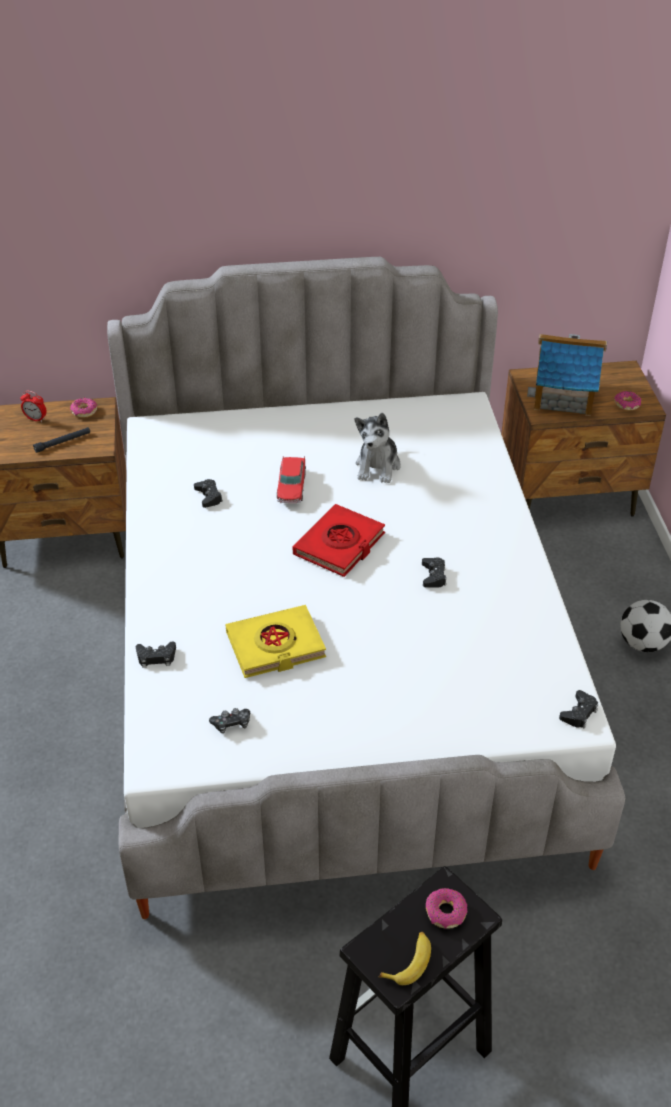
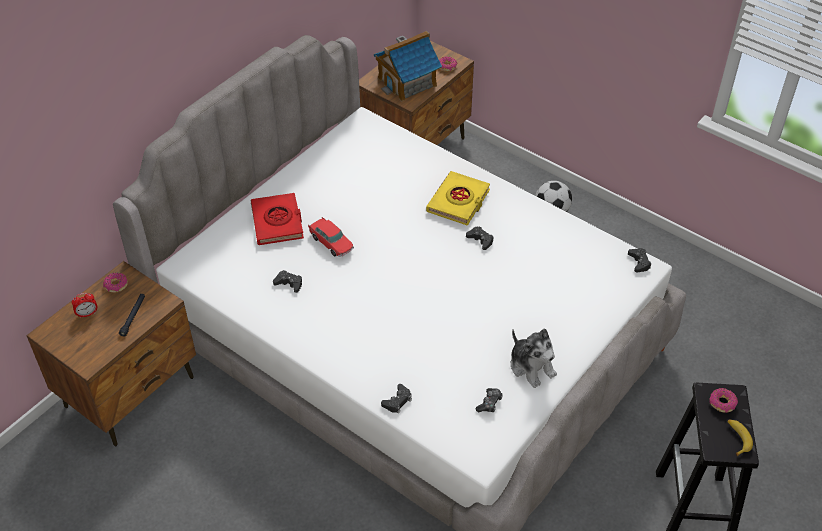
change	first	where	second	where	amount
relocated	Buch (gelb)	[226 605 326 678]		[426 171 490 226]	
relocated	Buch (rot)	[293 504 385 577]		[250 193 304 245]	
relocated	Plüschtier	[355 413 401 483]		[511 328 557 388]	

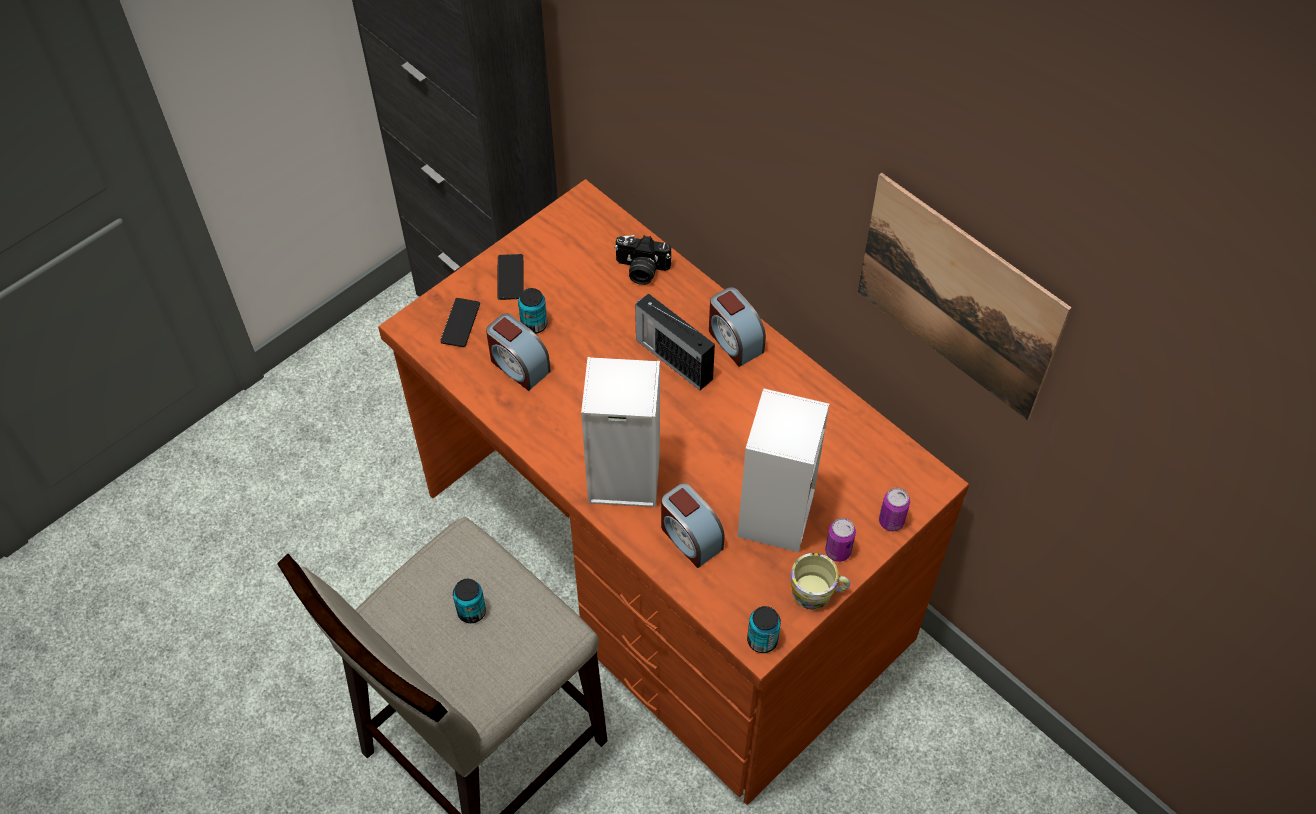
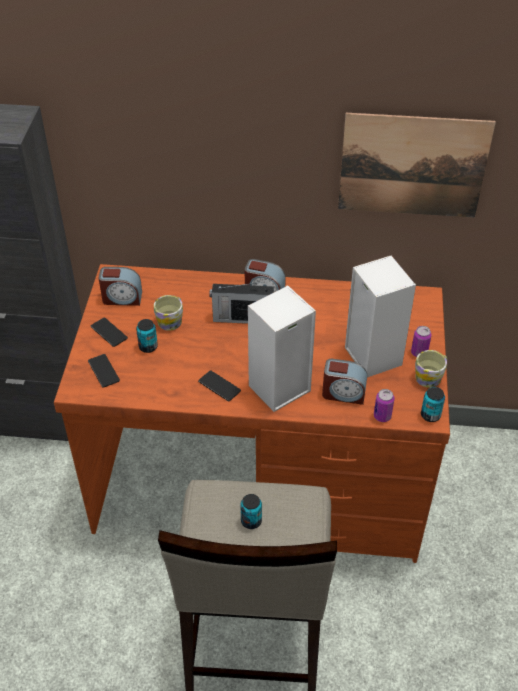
change	first	where	second	where	amount
missing	Kamera	[614 235 671 285]			
appeared			Henkelbecher	[154 295 183 331]	
appeared			Handy	[198 370 241 401]	
relocated	Wecker	[486 314 551 391]		[99 267 142 306]	
relocated	Dose	[879 488 910 531]		[374 389 395 422]	

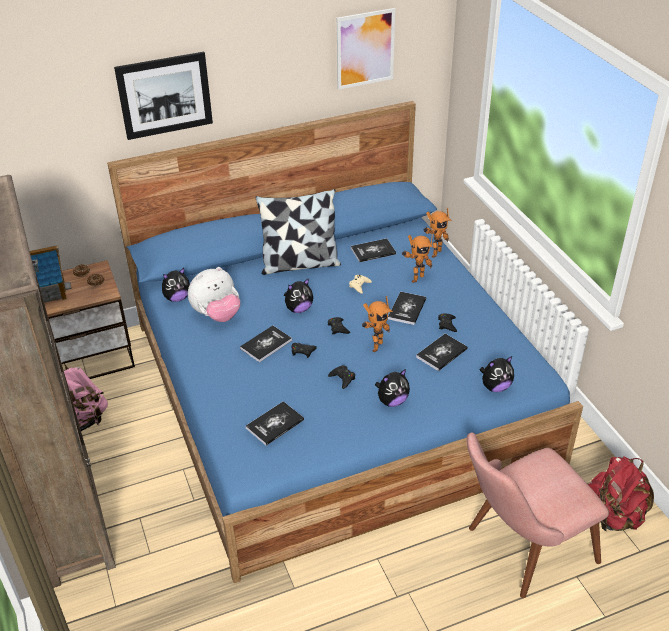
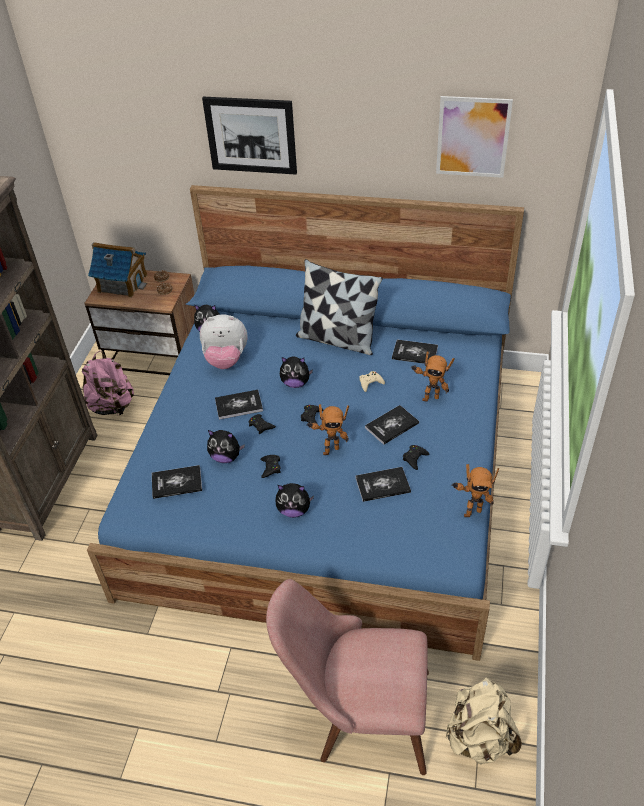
change	first	where	second	where	amount
relocated	Spielzeugroboter	[424 208 452 258]		[451 464 499 517]	
relocated	Plüschtier	[480 356 514 392]		[207 430 245 463]	
colour	Rucksack (rot)	[588 456 654 532]	Rucksack (beige)	[445 677 522 764]	

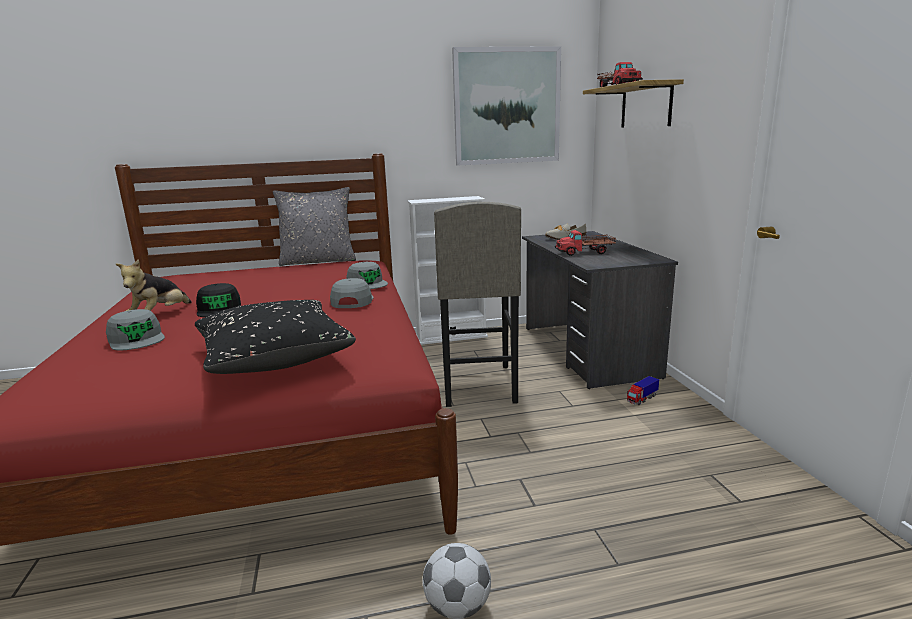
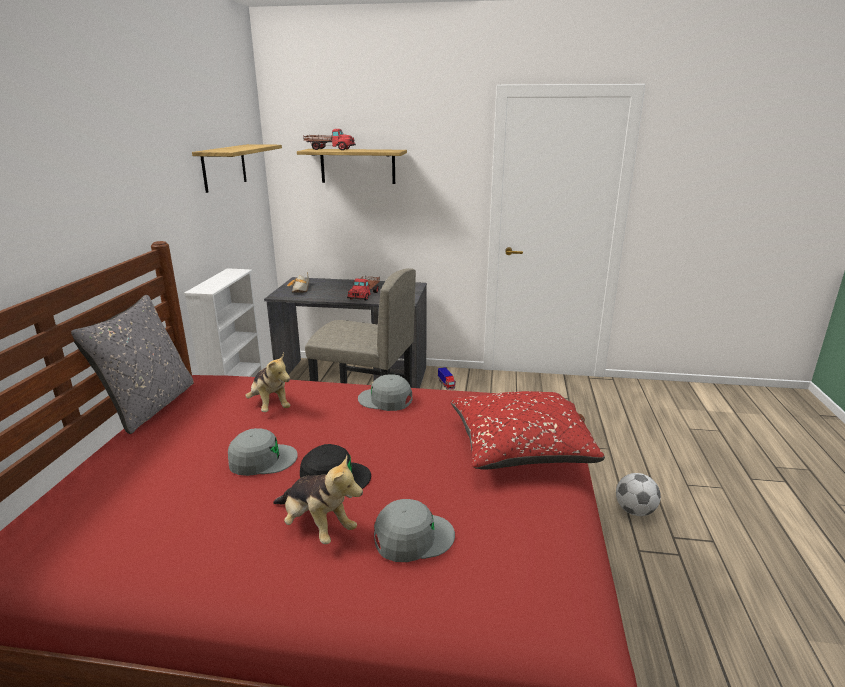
change	first	where	second	where	amount
appeared			Plüschtier	[245 353 290 412]	
relocated	Kappe (grau)	[347 262 388 289]		[228 428 298 476]	
exchanged	Bild	[452 46 561 166]	Wandregal	[192 144 282 193]	
colour	Kissen (schwarz)	[195 300 356 374]	Kissen (rot)	[451 391 605 470]	

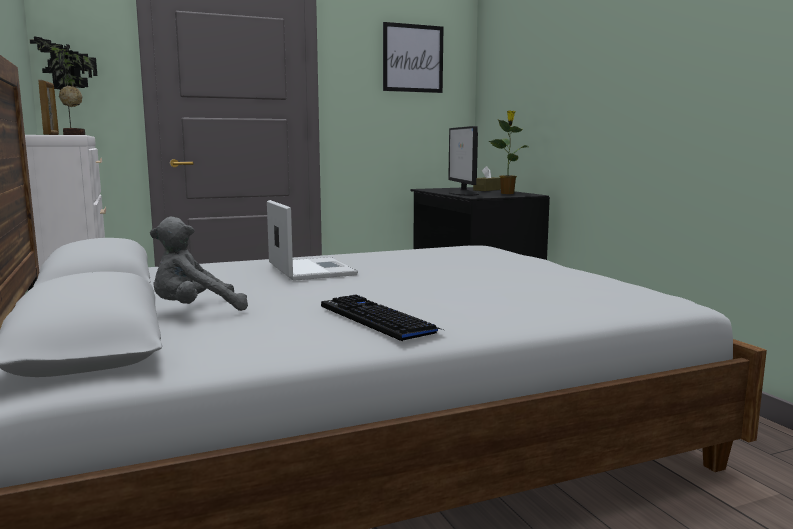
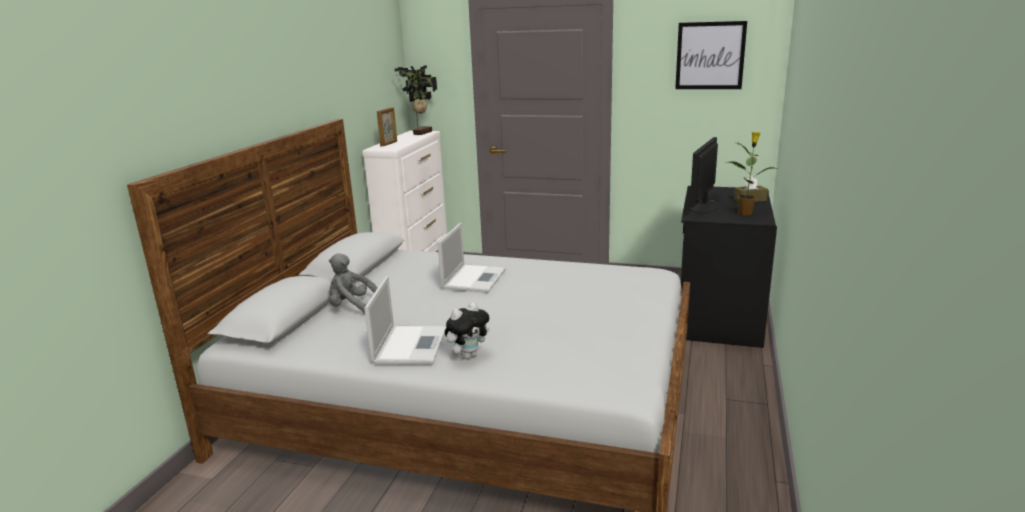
change	first	where	second	where	amount
appeared			Plüschtier	[445 302 490 359]	
exchanged	Tastatur	[321 295 443 342]	Laptop	[364 276 446 365]	

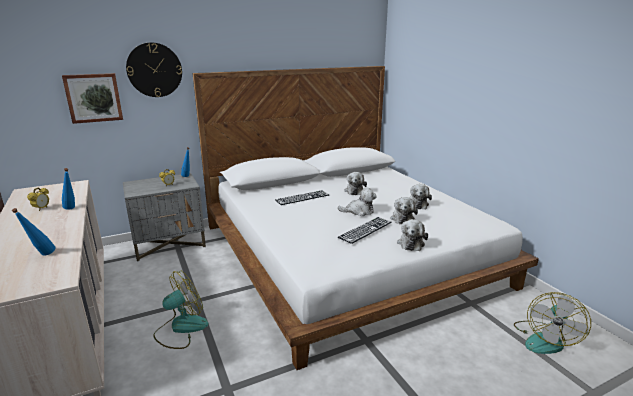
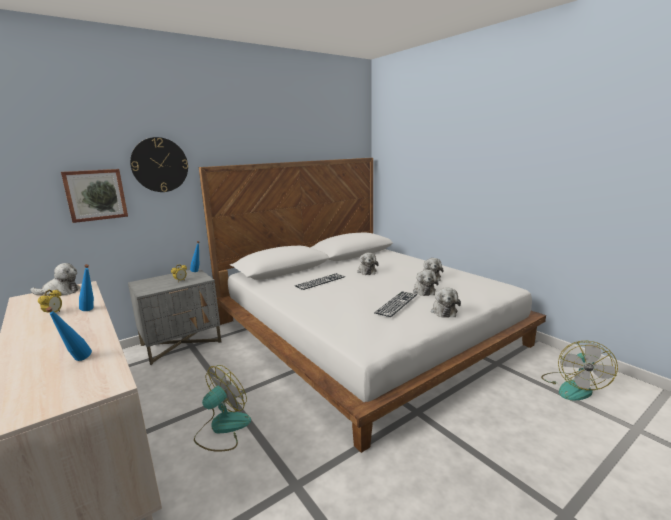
change	first	where	second	where	amount
relocated	Plüschtier	[338 187 377 216]		[30 263 80 296]	

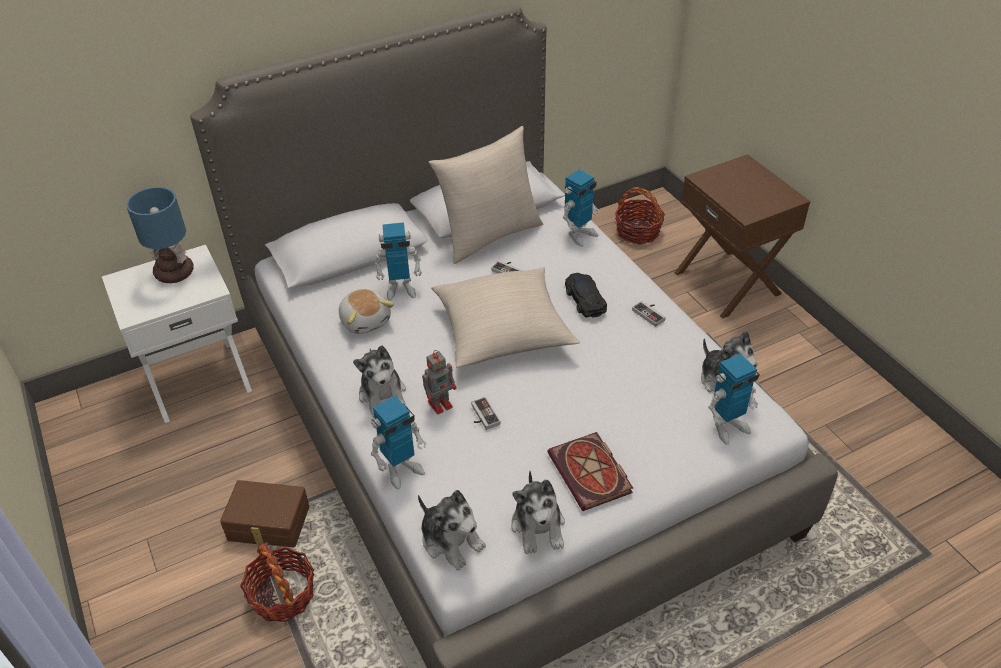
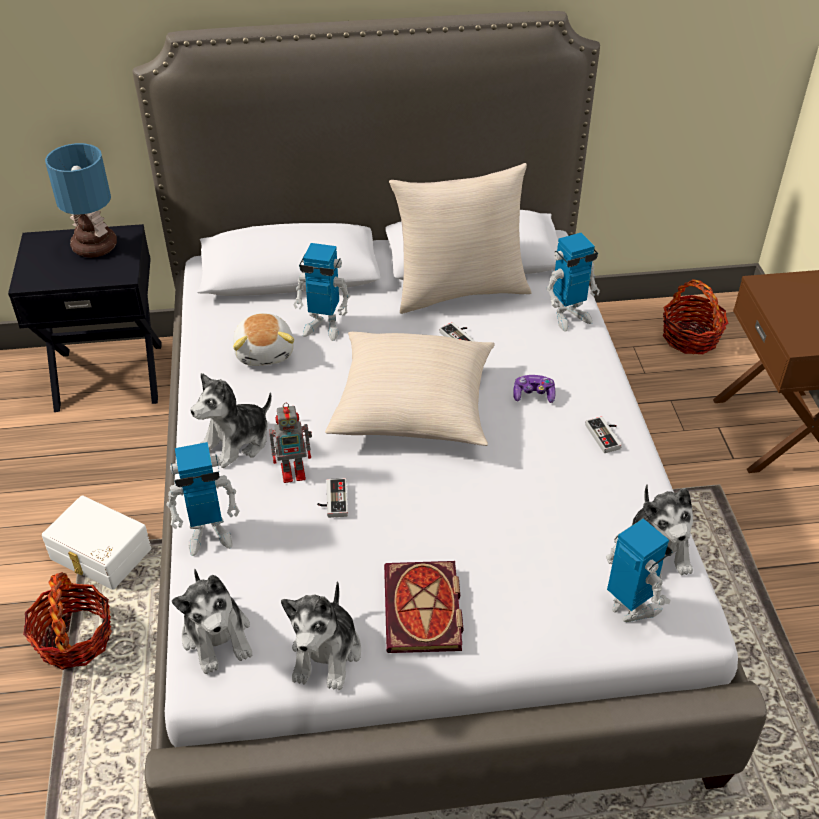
change	first	where	second	where	amount
exchanged	Spielzeugauto (schwarz)	[565 273 607 317]	Gamepad	[513 375 555 403]	
colour	Nachttisch (weiß)	[102 245 252 423]	Nachttisch (schwarz)	[8 224 162 412]	
colour	Aufbewahrungsbox (braun)	[220 480 309 548]	Aufbewahrungsbox (weiß)	[42 495 152 590]	
spun	Plüschtier	[353 345 406 418]		[190 373 272 468]	45 degrees clockwise
spun	Spielzeugroboter	[708 354 760 445]		[606 519 673 622]	120 degrees counterclockwise

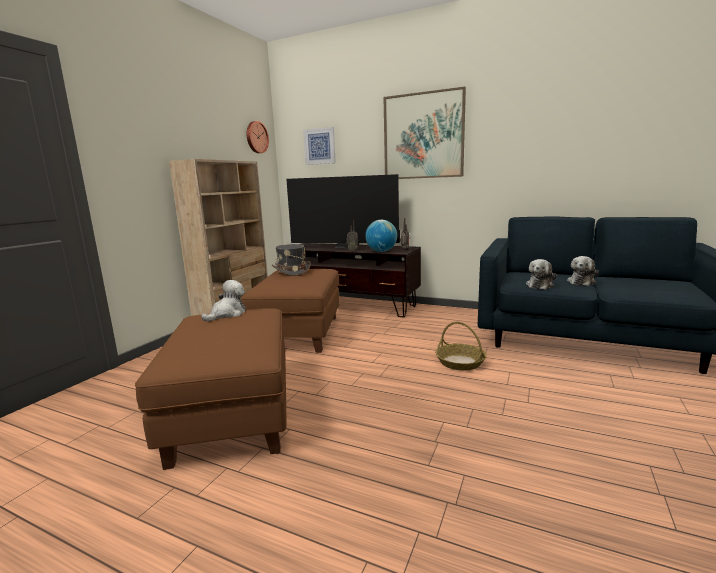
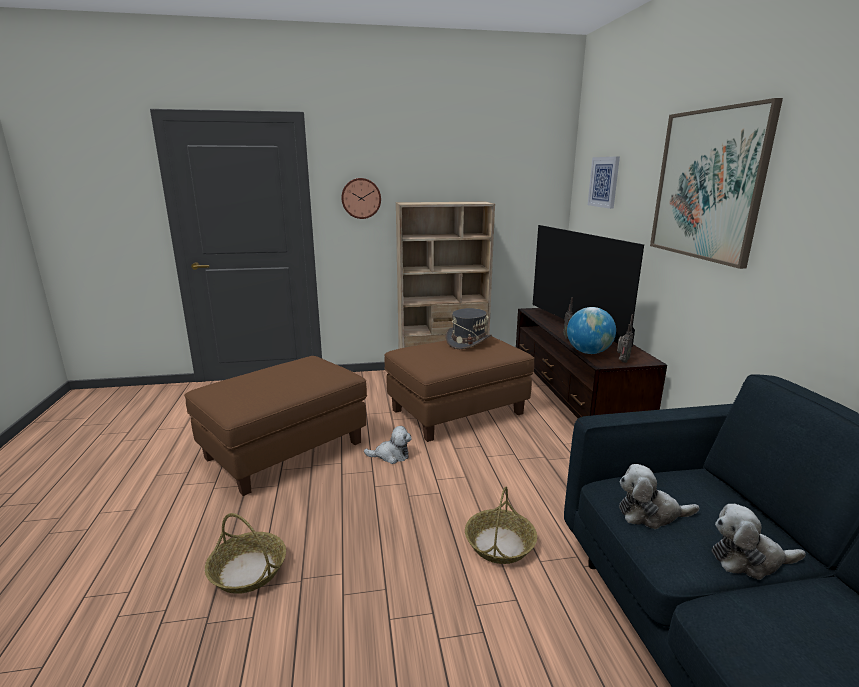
change	first	where	second	where	amount
appeared			Korb	[205 513 286 594]	
relocated	Plüschtier	[201 280 246 321]		[364 426 412 464]	
relocated	Wanduhr	[247 121 269 153]		[341 178 381 219]	

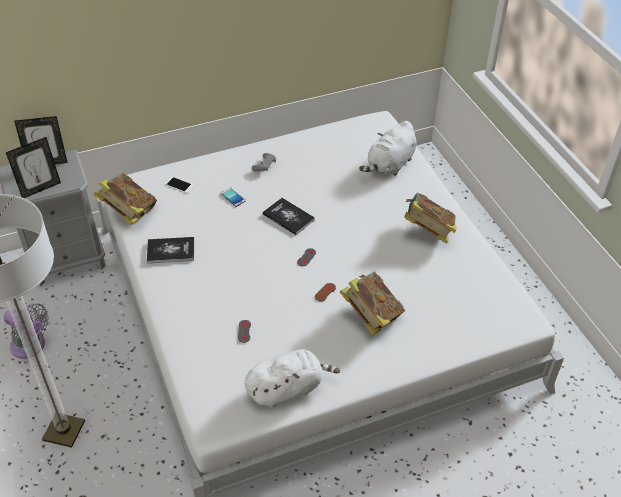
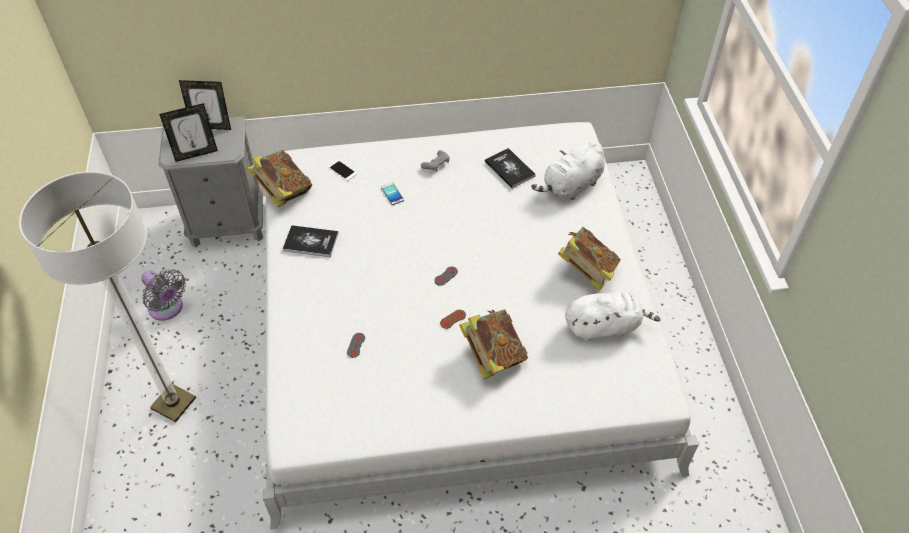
change	first	where	second	where	amount
relocated	Plüschtier (weiß)	[244 349 340 408]		[565 291 661 341]	
relocated	Buch	[263 198 315 235]		[485 148 536 188]	

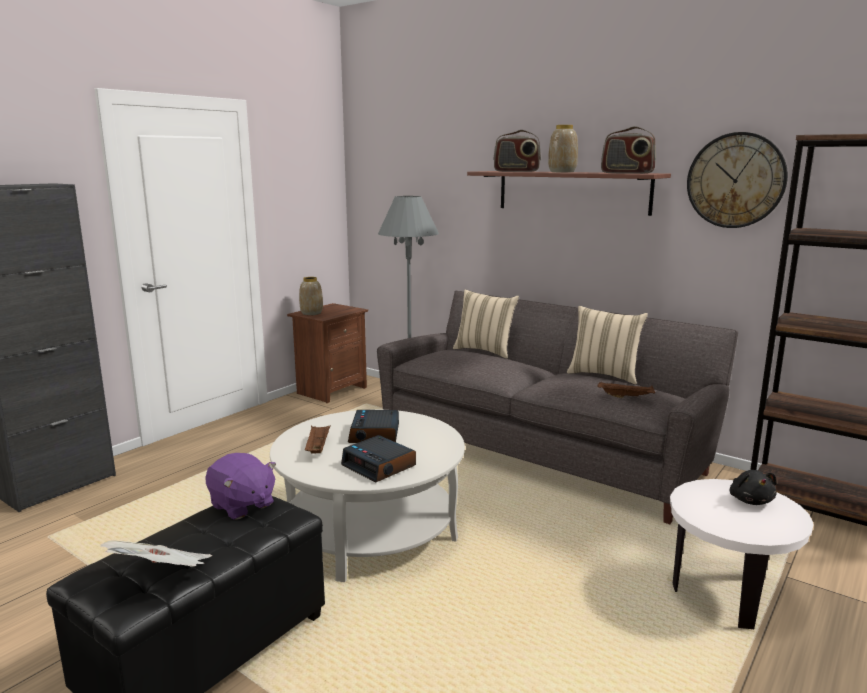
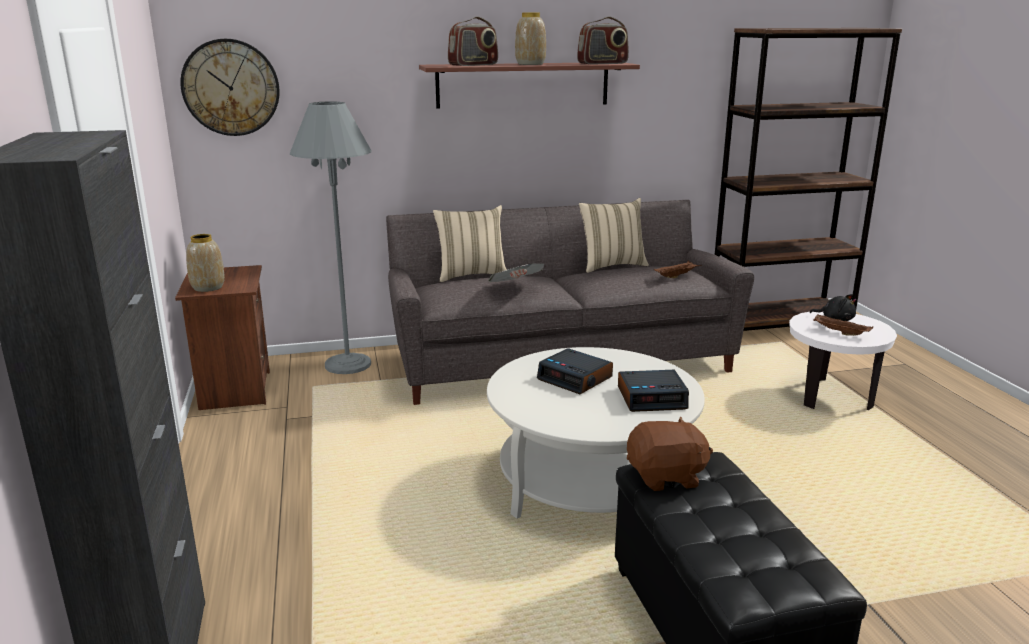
change	first	where	second	where	amount
relocated	Zeitung	[100 540 212 567]		[488 263 545 282]	
relocated	Tablett (braun)	[305 425 331 453]		[813 314 873 336]	
relocated	Wanduhr	[687 132 788 228]		[180 39 280 136]	
colour	Plüschtier (lila)	[205 453 276 520]	Plüschtier (braun)	[627 417 713 491]	

